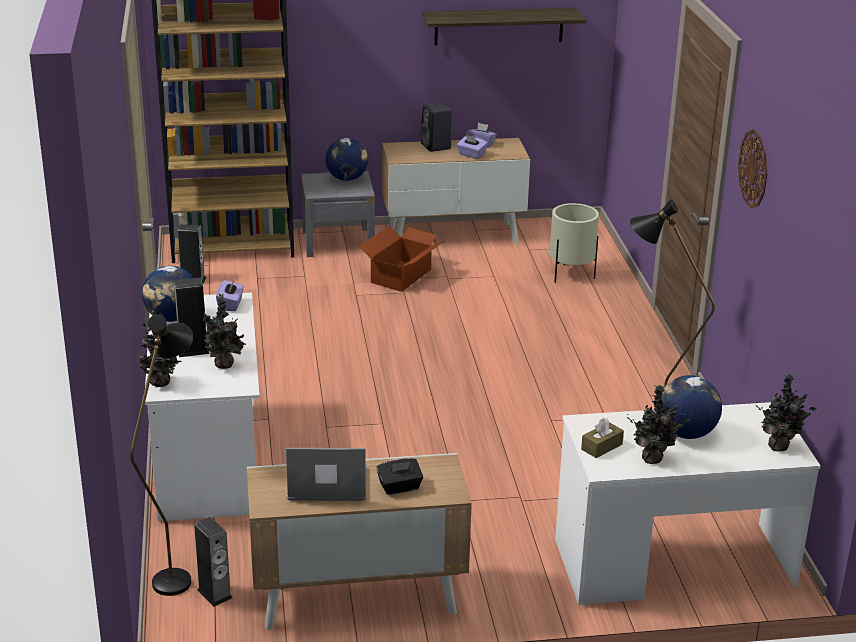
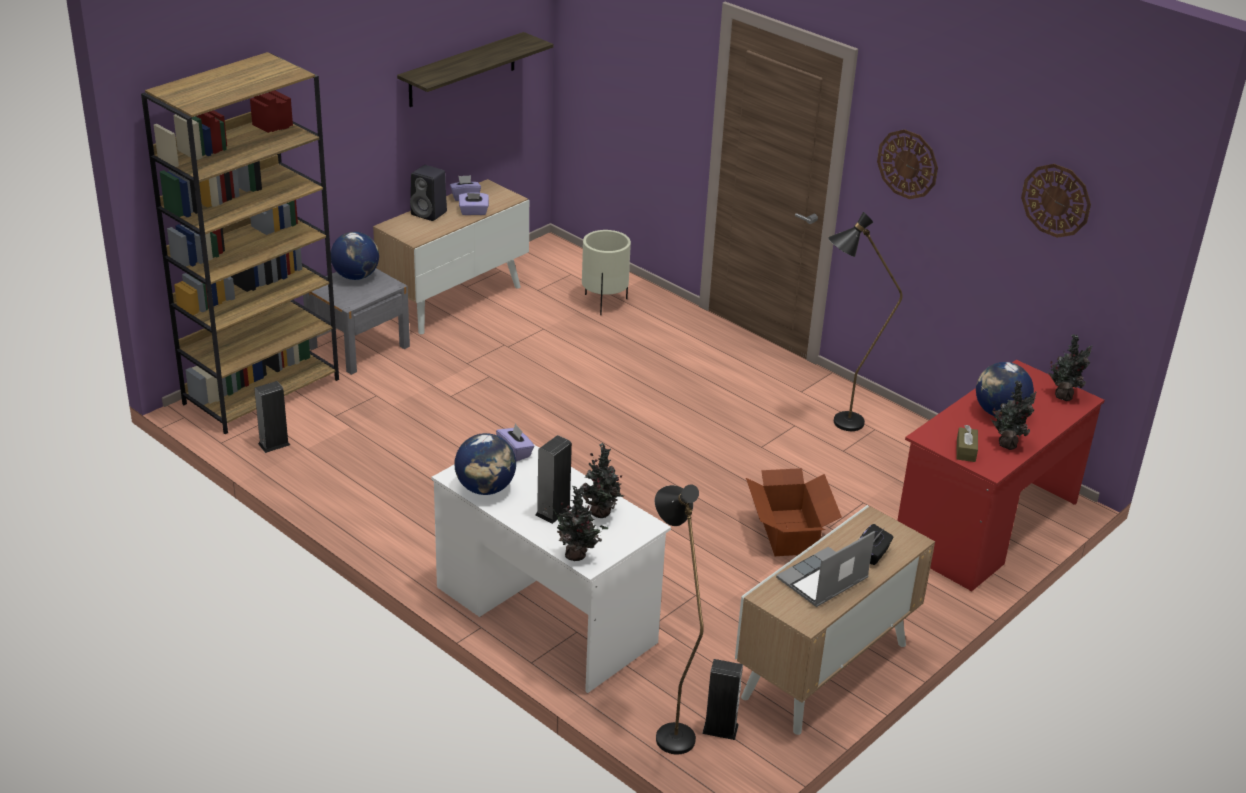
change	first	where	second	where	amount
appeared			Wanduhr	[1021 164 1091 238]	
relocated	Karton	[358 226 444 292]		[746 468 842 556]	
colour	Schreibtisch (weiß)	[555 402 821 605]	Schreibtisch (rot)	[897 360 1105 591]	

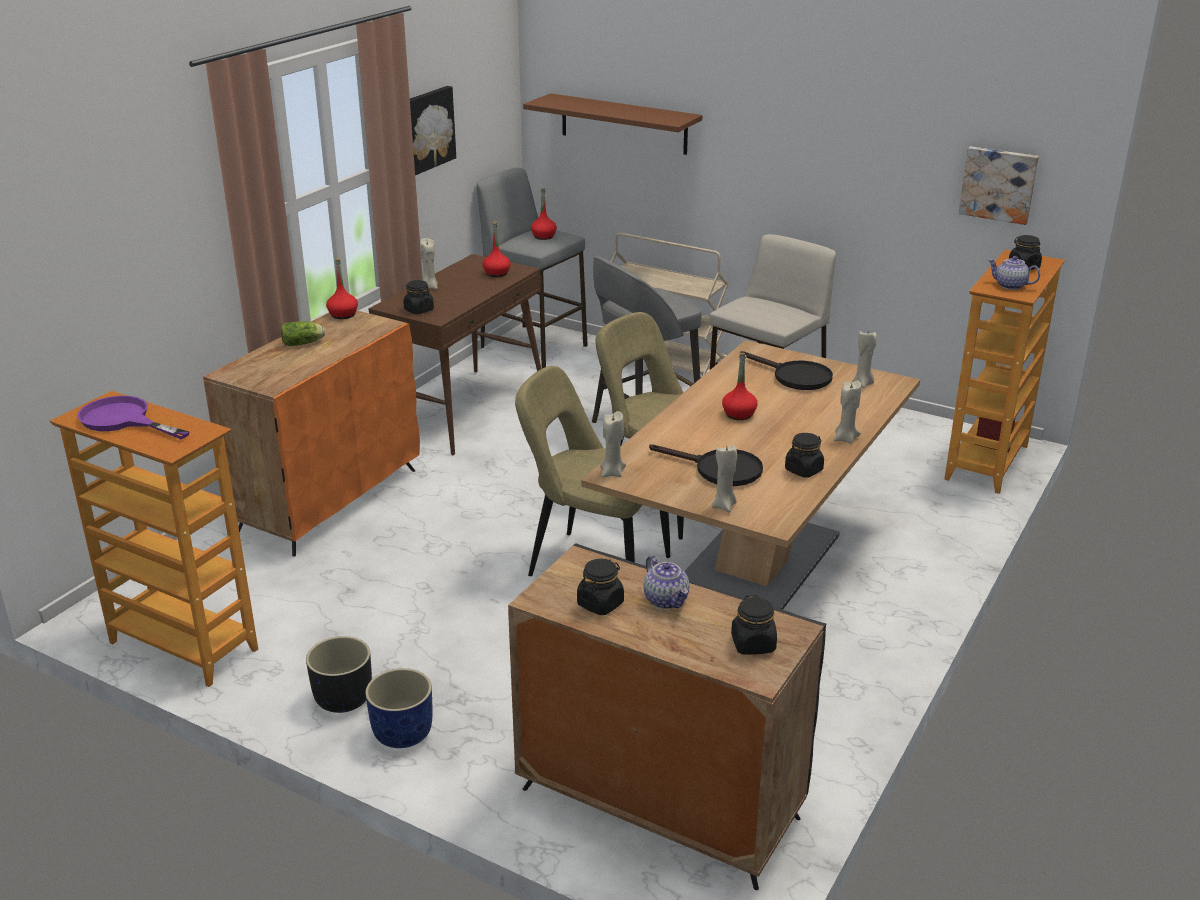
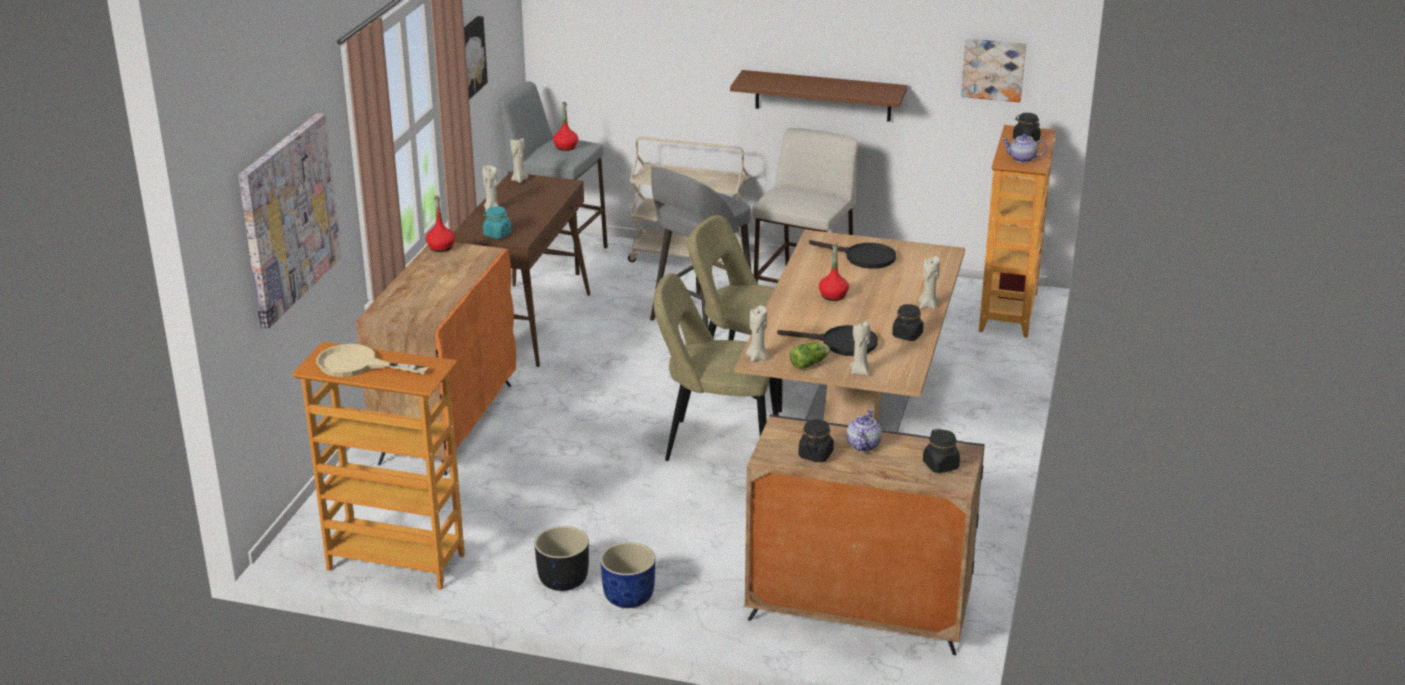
change	first	where	second	where	amount
missing	Flasche (rot)	[483 222 511 277]			
appeared			Bild	[238 113 342 328]	
relocated	Salatkopf	[281 321 325 346]		[789 342 830 369]	
relocated	Wandregal (braun)	[523 93 702 155]		[730 70 907 122]	
relocated	Kerze (beige)	[852 331 877 389]		[510 138 528 183]	
colour	Pfanne (lila)	[77 396 189 439]	Pfanne (beige)	[316 344 428 377]	
colour	Vorratsglas (schwarz)	[403 280 434 314]	Vorratsglas (türkis)	[483 206 512 239]	
spun	Teekanne	[643 555 689 609]		[846 409 882 452]	120 degrees counterclockwise

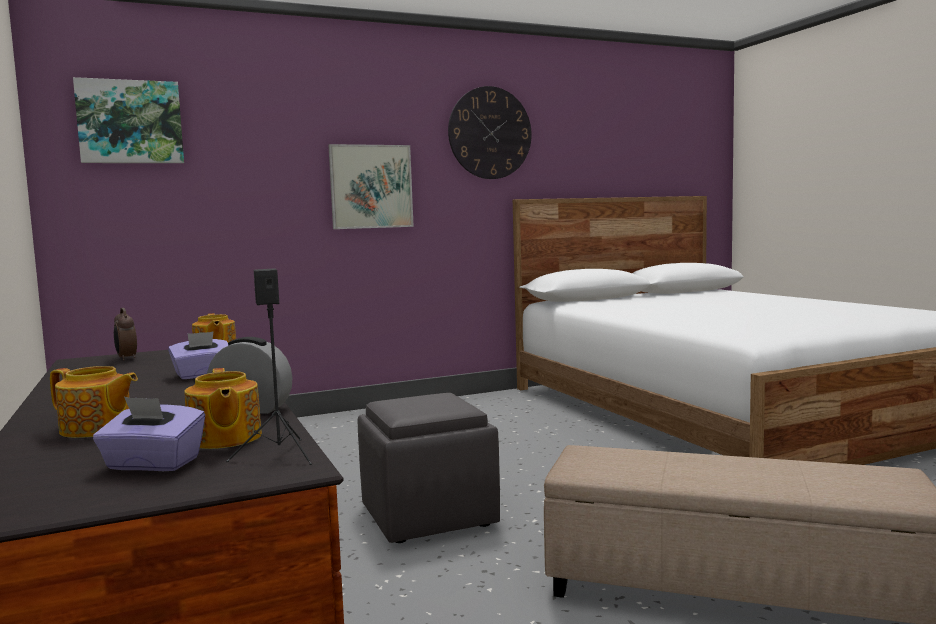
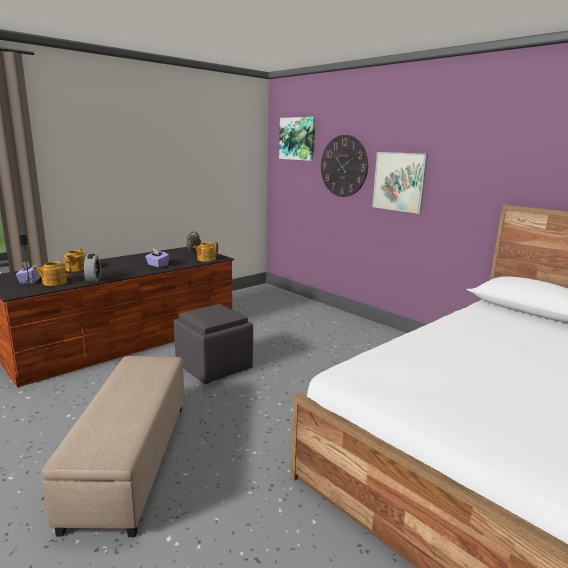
change	first	where	second	where	amount
relocated	Wanduhr	[448 86 532 179]		[321 135 368 197]	

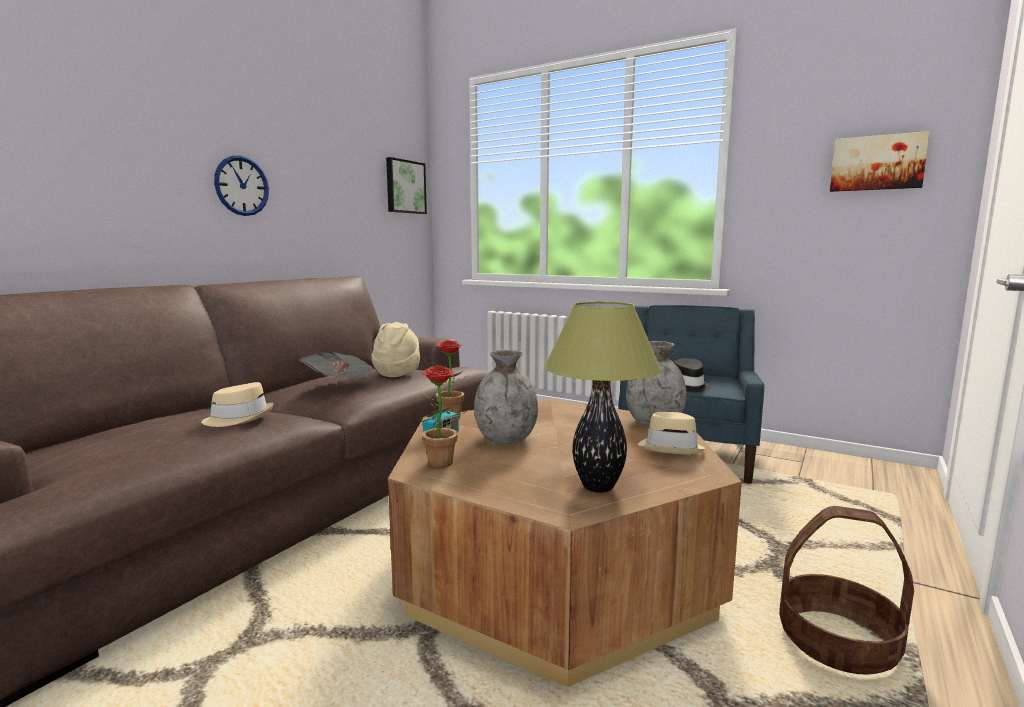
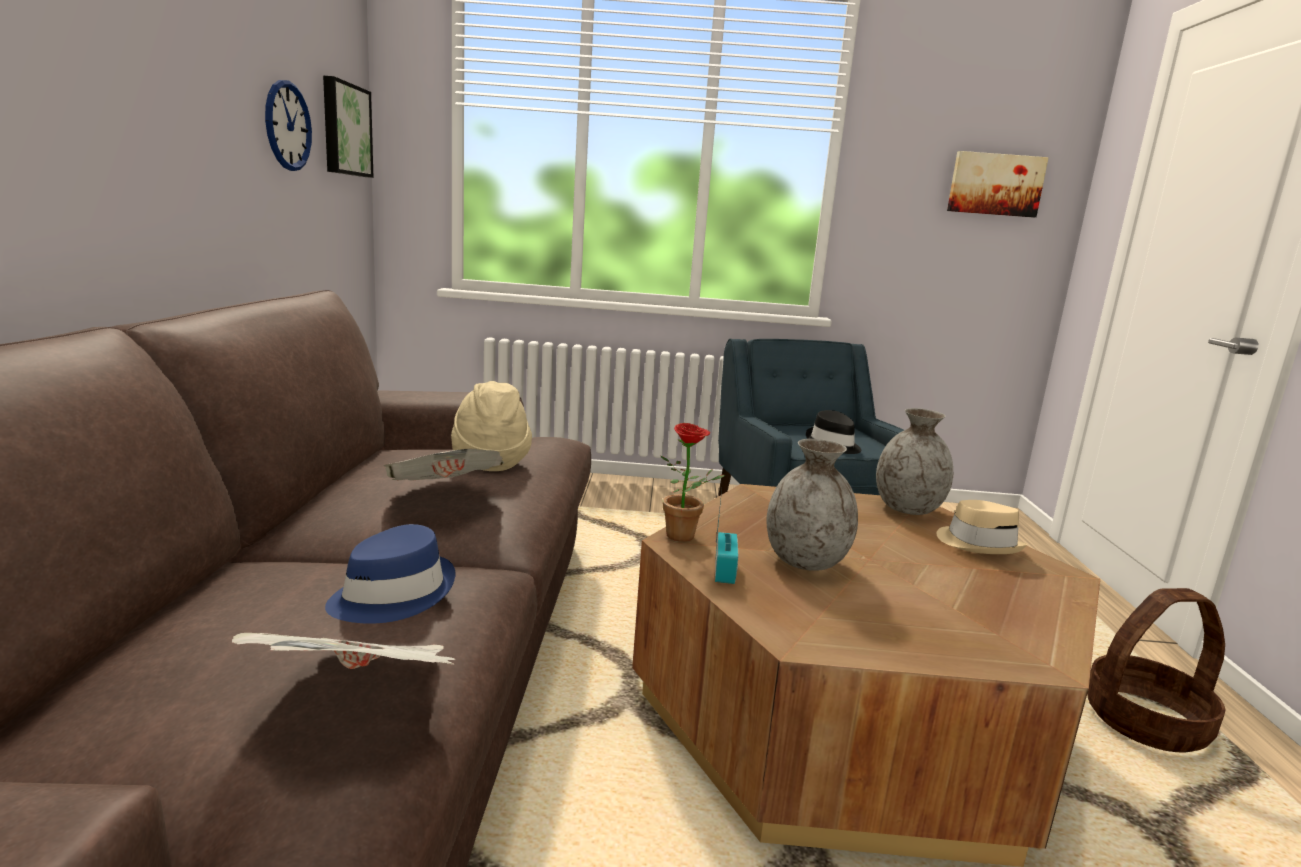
change	first	where	second	where	amount
missing	Topfpflanze	[421 365 469 468]			
missing	Tischlampe	[544 302 662 493]			
appeared			Zeitung	[232 633 455 669]	
relocated	Wanduhr	[214 155 269 216]		[265 80 312 171]	
colour	Hut (beige)	[201 382 274 427]	Hut (blau)	[325 524 455 624]	

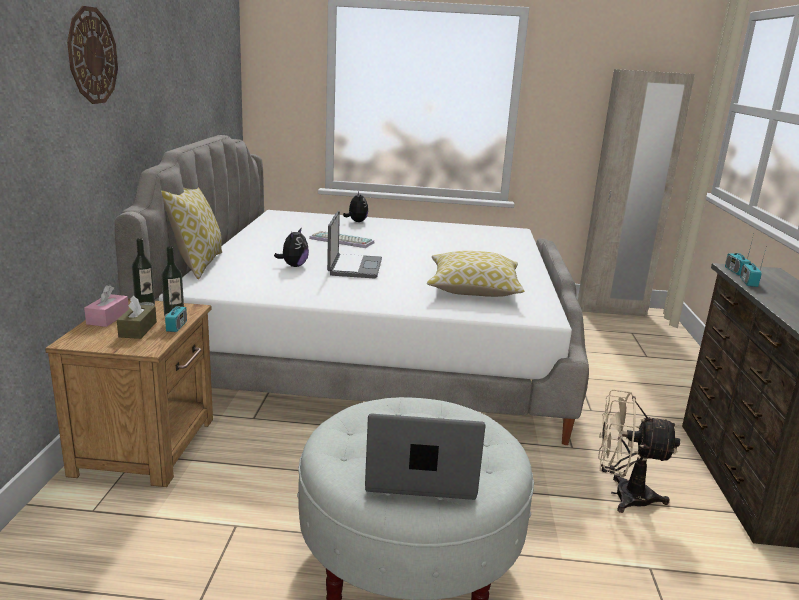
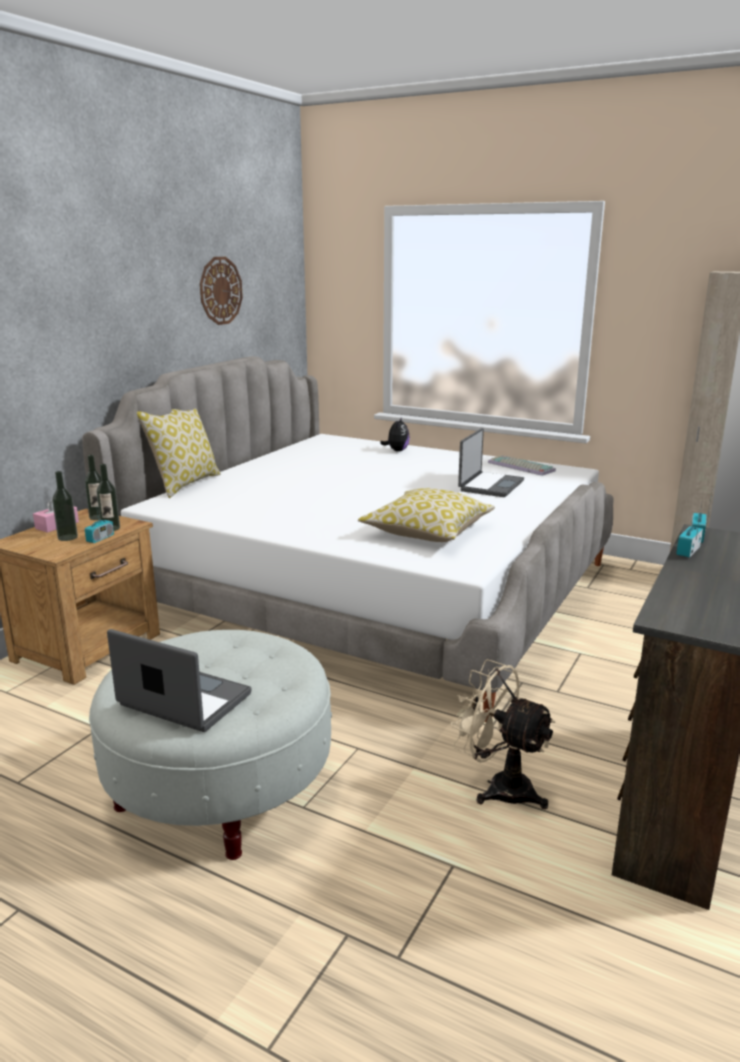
change	first	where	second	where	amount
missing	Plüschtier	[274 227 309 267]			
relocated	Wanduhr	[67 6 118 104]		[200 257 243 325]	
relocated	Tastatur	[309 231 374 248]		[488 455 556 476]	
relocated	Laptop	[327 211 382 279]		[458 428 524 497]	
exchanged	Taschentuchbox (braun)	[117 295 157 339]	Flasche	[52 471 78 541]	

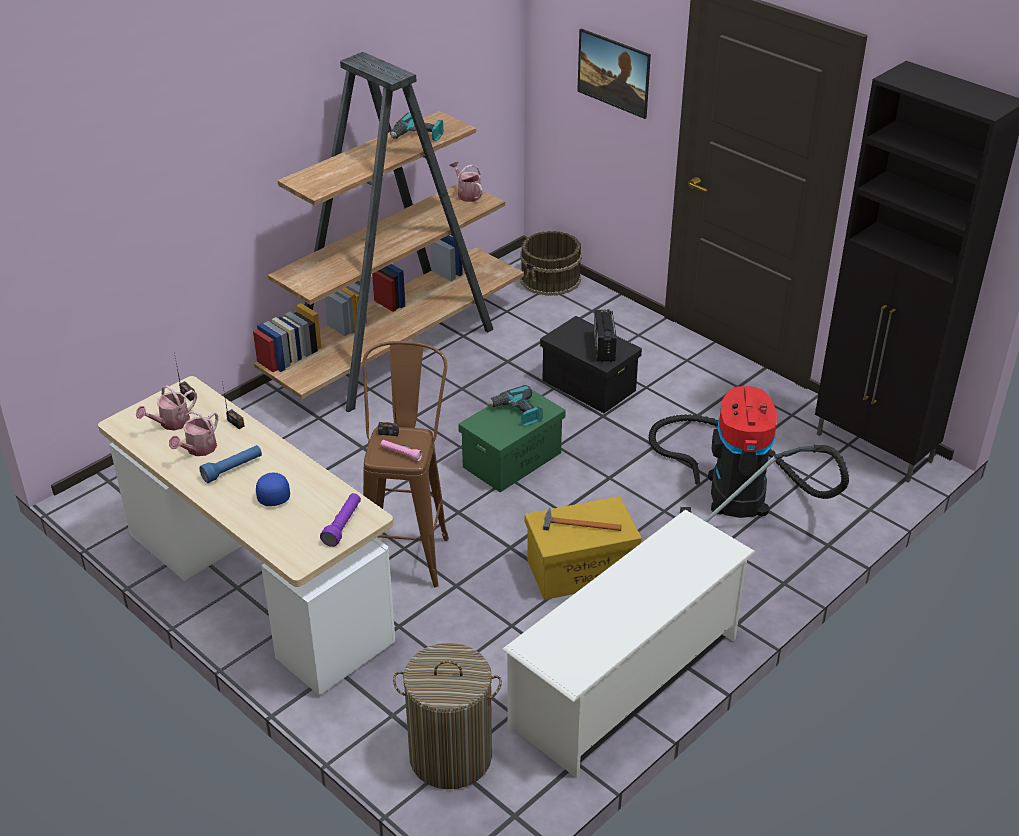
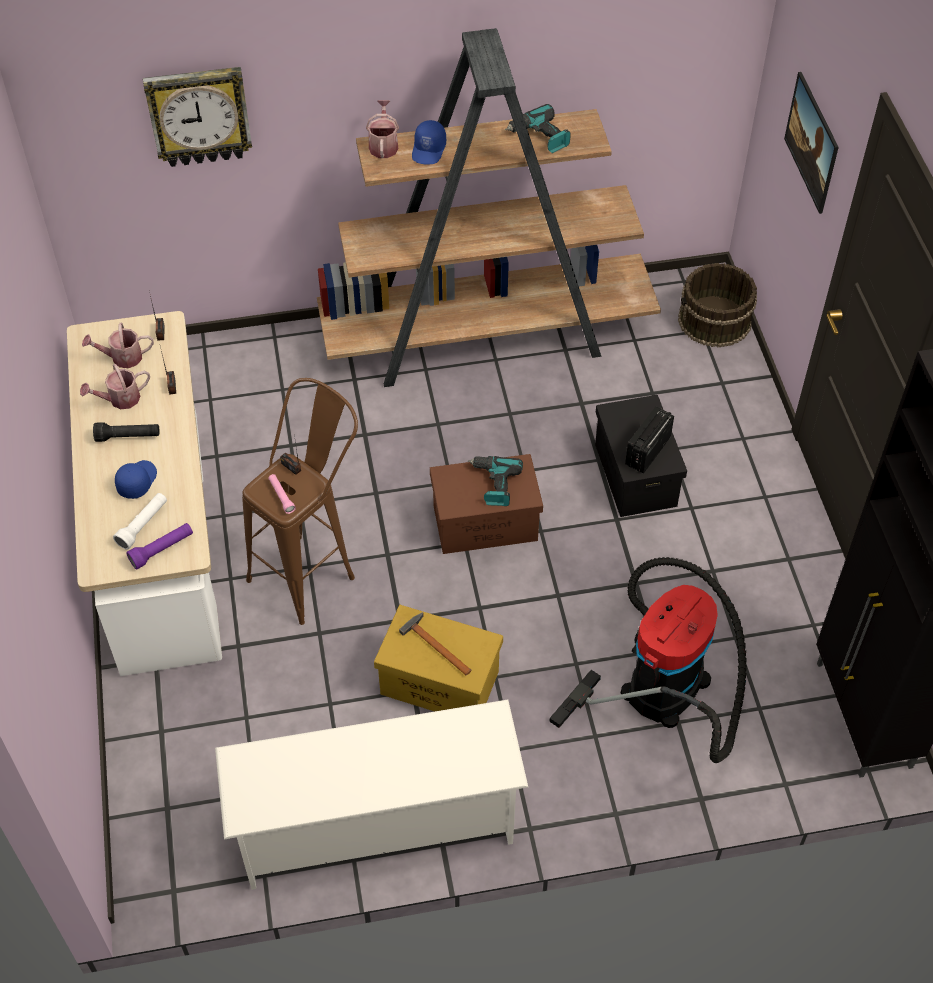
change	first	where	second	where	amount
missing	Wäschekorb	[393 643 502 789]			
appeared			Taschenlampe (weiß)	[113 493 167 550]	
appeared			Wanduhr	[143 67 252 167]	
appeared			Kappe (blau)	[412 120 446 165]	
relocated	Gießkanne	[450 161 483 202]		[366 100 399 158]	
colour	Taschenlampe (blau)	[199 445 262 483]	Taschenlampe (schwarz)	[93 422 160 442]	
colour	Aufbewahrungsbox (grün)	[458 385 566 492]	Aufbewahrungsbox (braun)	[430 454 543 554]	

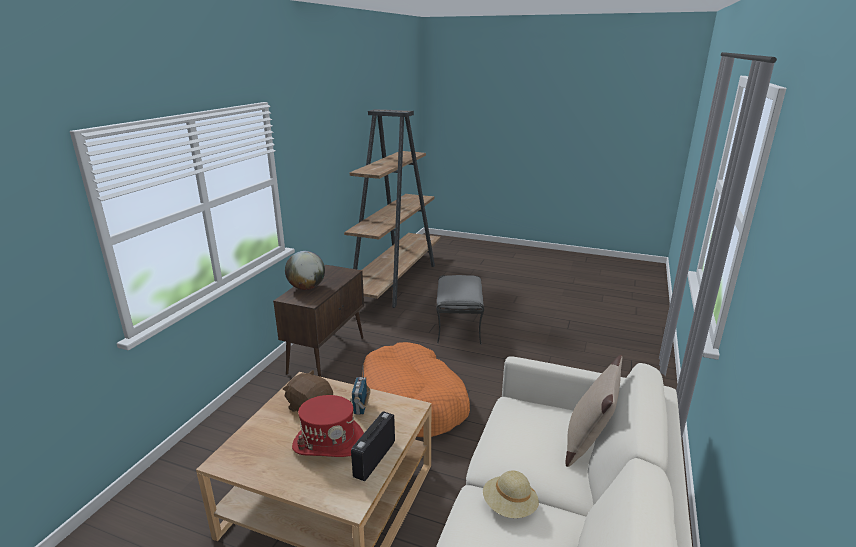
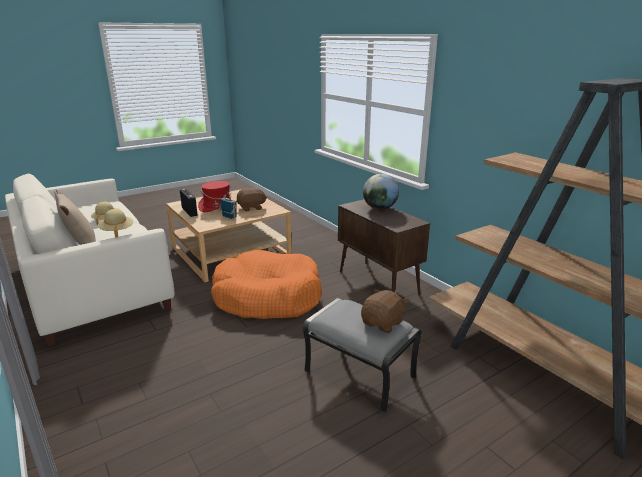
change	first	where	second	where	amount
appeared			Hut (beige)	[98 209 134 238]	
appeared			Plüschtier (braun)	[361 289 407 333]	

